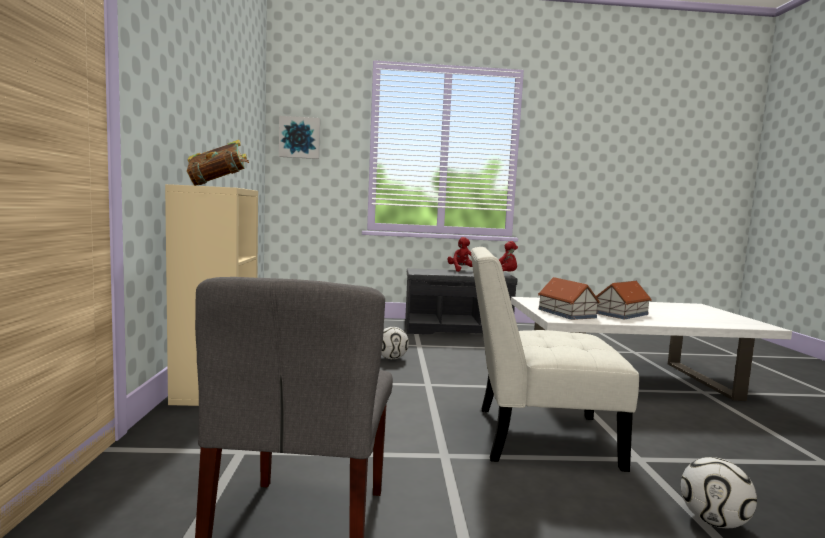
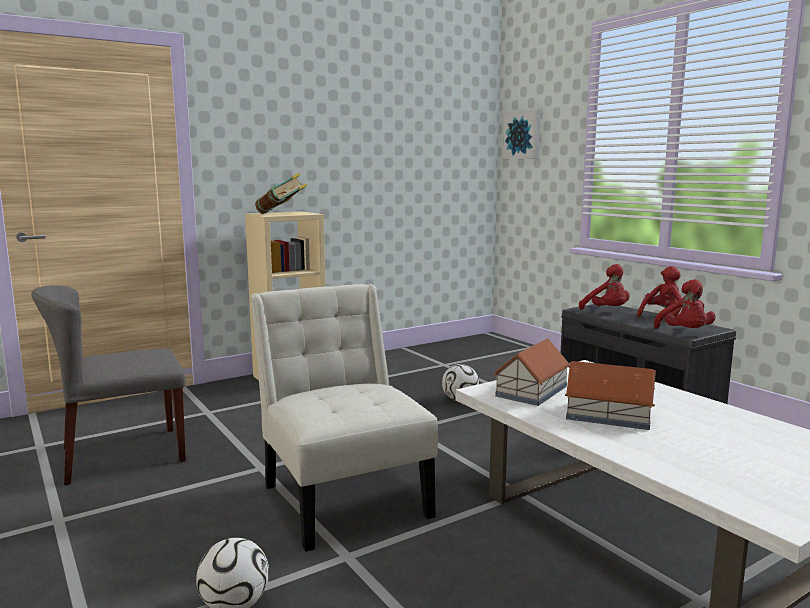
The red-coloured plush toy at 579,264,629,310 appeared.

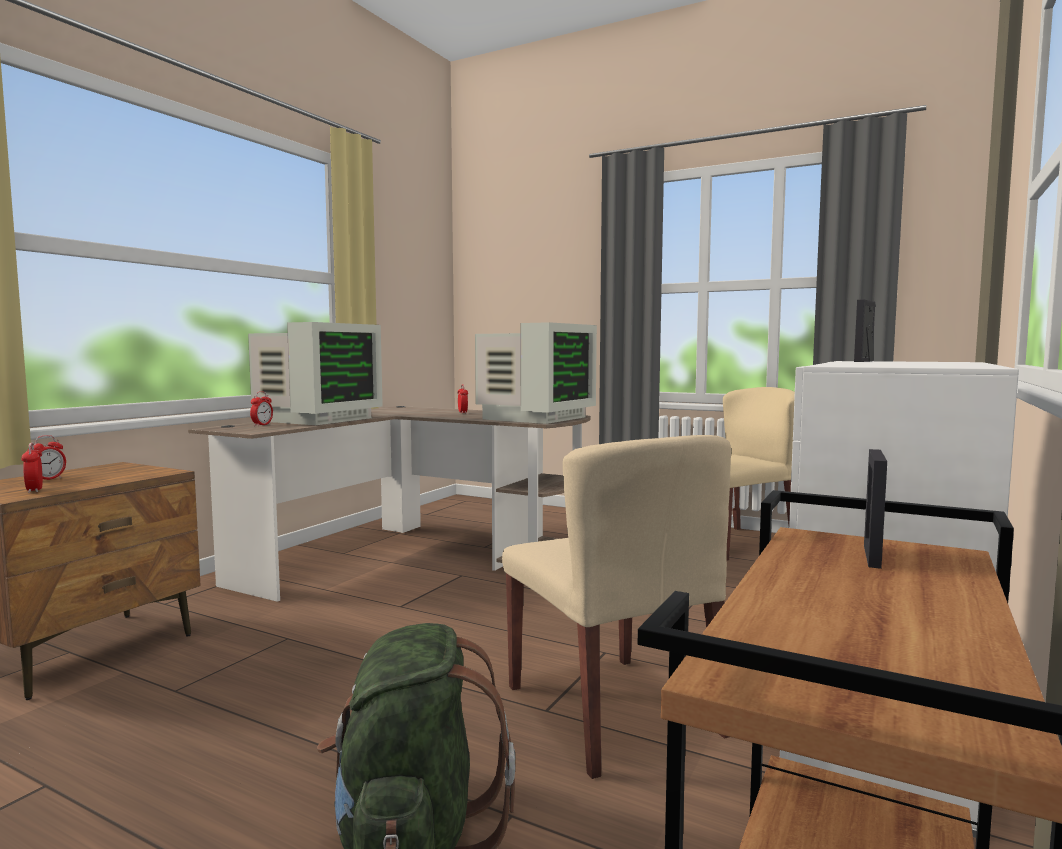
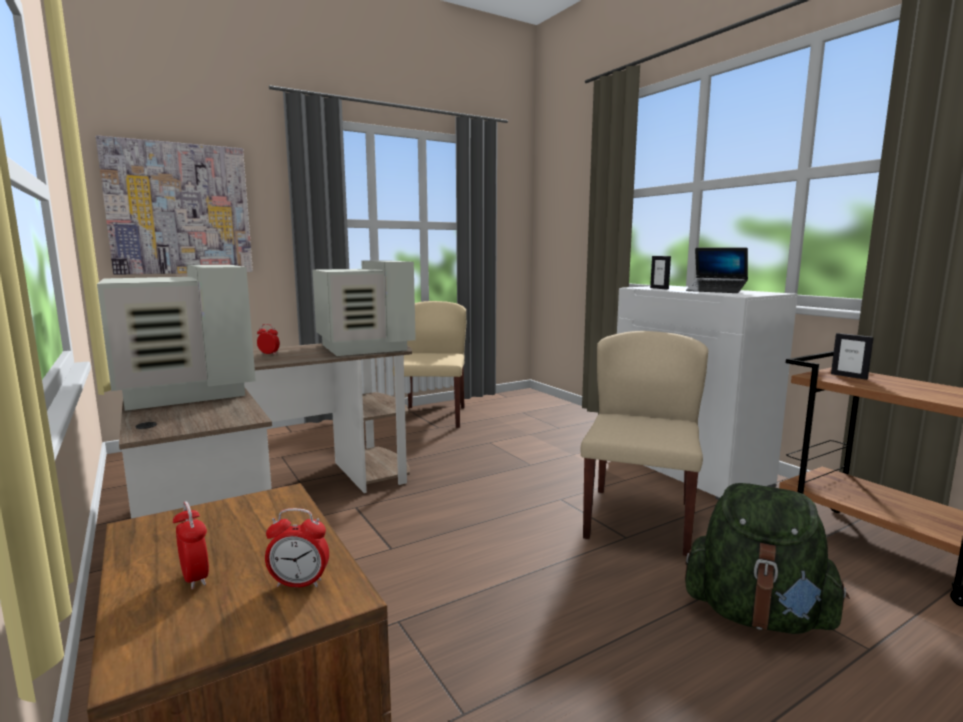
The alarm clock at 250,391,273,426 disappeared.
The sand-coloured upright chair at 502,435,731,779 turned 75 degrees counterclockwise.
The wall art at 96,135,253,275 appeared.
The portable computer at 686,247,748,293 appeared.

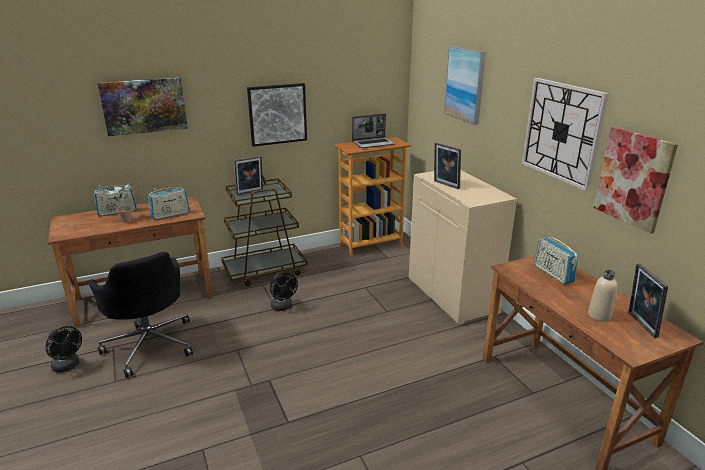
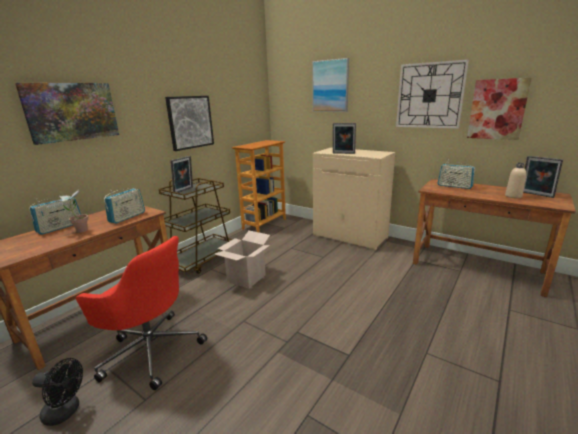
The portable computer at 352,114,396,148 disappeared.
The blackish office chair at 87,252,193,378 became the red-coloured office chair at 76,236,207,390.
The blackish fan at 270,273,298,311 was replaced by the cardboard box at 214,230,270,289.

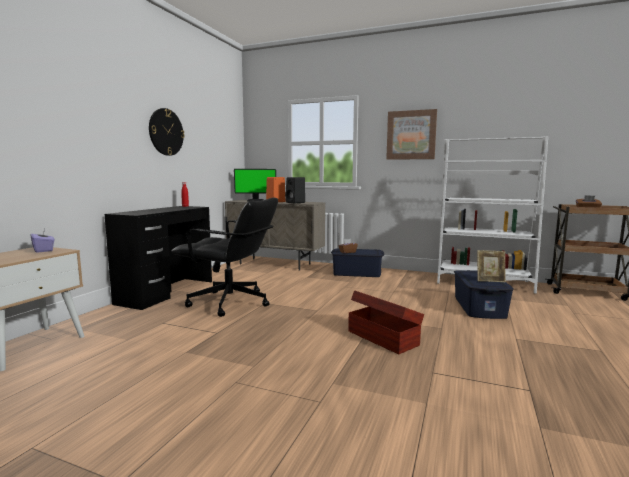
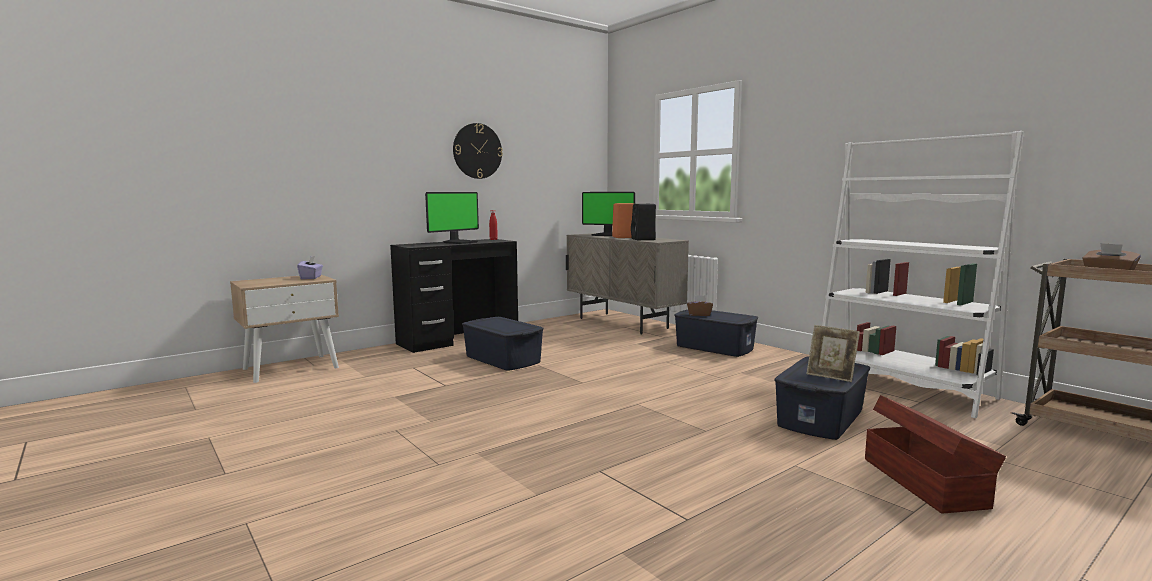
The wall art at 386,109,437,160 disappeared.
The blackish office chair at 171,198,278,317 was replaced by the blue-coloured storage bin at 462,317,544,371.
The brown storage bin moved from 348,290,424,354 to 865,395,1006,513.
The computer display at 425,192,479,244 appeared.

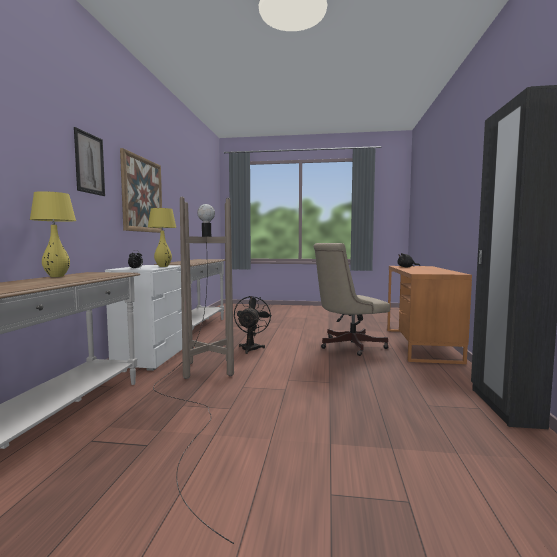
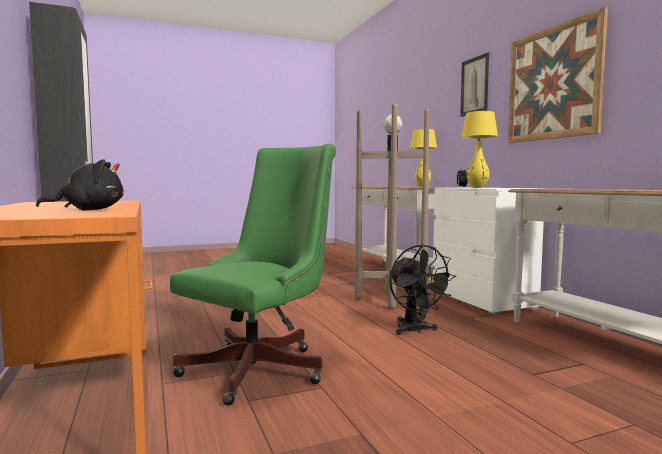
The sand-coloured office chair at 314,243,390,356 became the green office chair at 170,144,336,406.

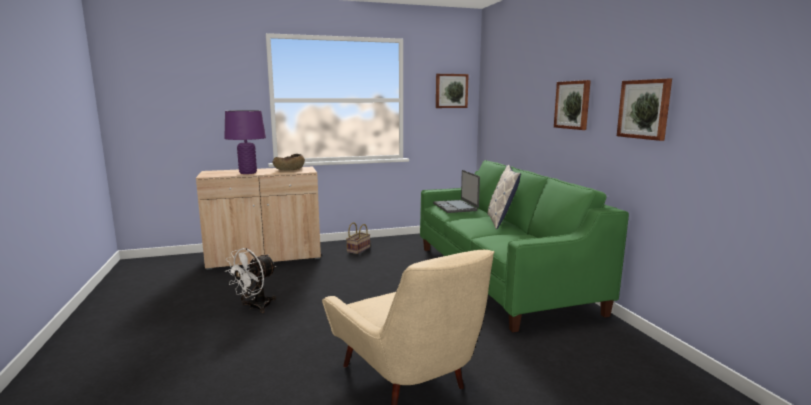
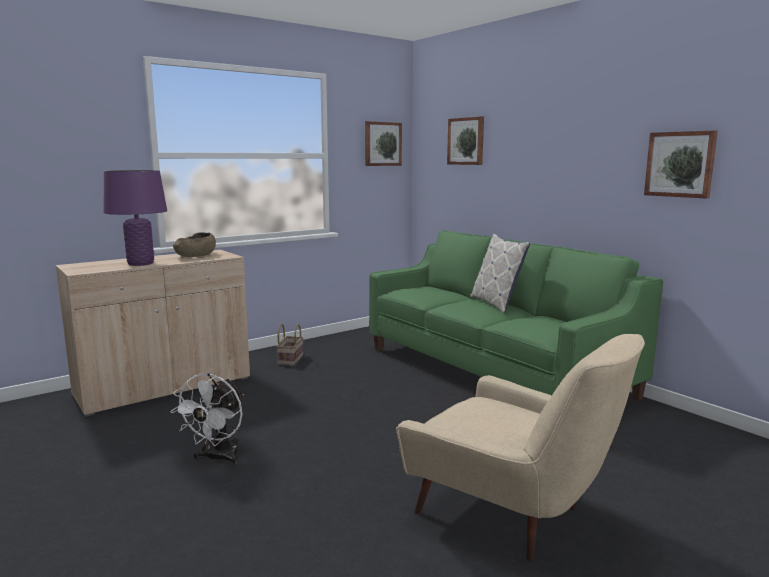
The wall art moved from 554,80,591,130 to 447,116,484,165.
The portable computer at 433,170,480,213 disappeared.

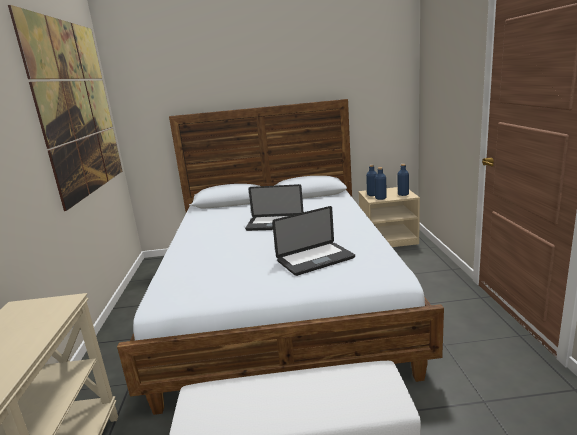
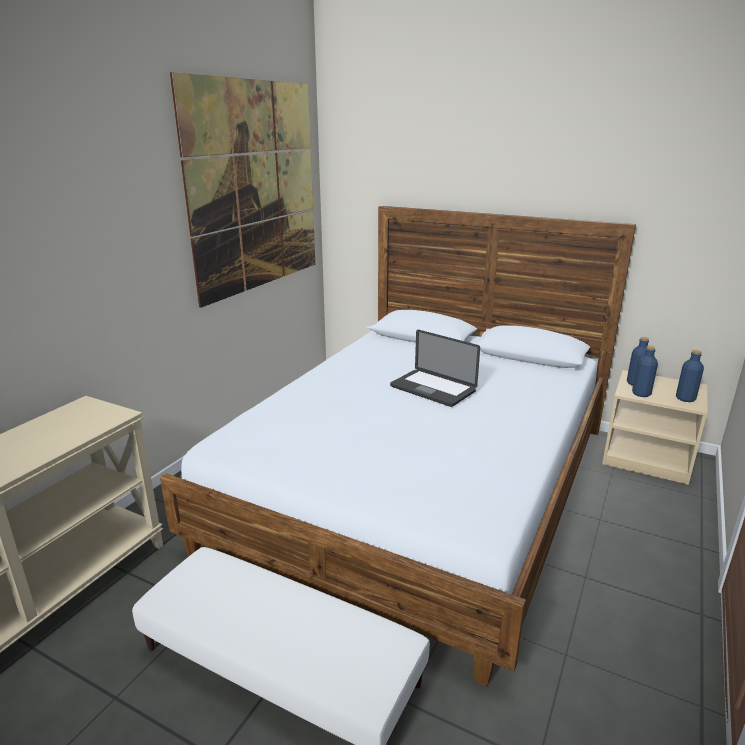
The portable computer at 272,206,355,276 disappeared.

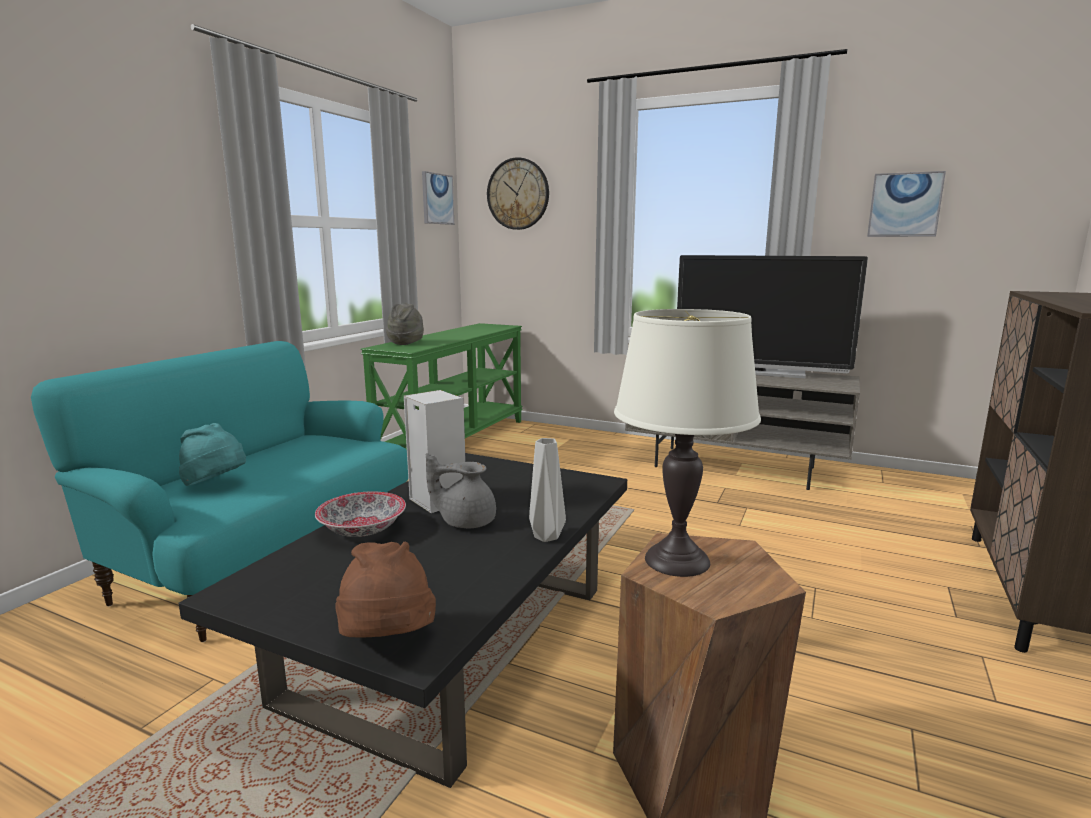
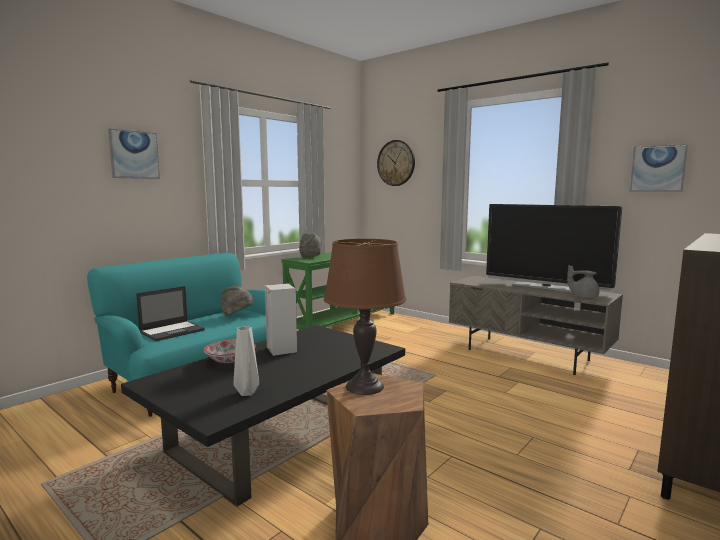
The wall art moved from 422,171,454,225 to 108,129,160,179.
The white-coloured tabletop lamp at 614,309,761,577 became the brown tabletop lamp at 324,239,406,395.
The blue-green clothing hat at 179,423,246,486 was replaced by the portable computer at 136,286,205,341.
The greyish decorative vase moved from 529,438,566,542 to 233,326,259,396.
The greyish tea pot moved from 426,453,496,528 to 567,265,599,299.
The brown clothing hat at 335,542,436,637 disappeared.
The greyish clothing hat at 221,285,254,316 appeared.

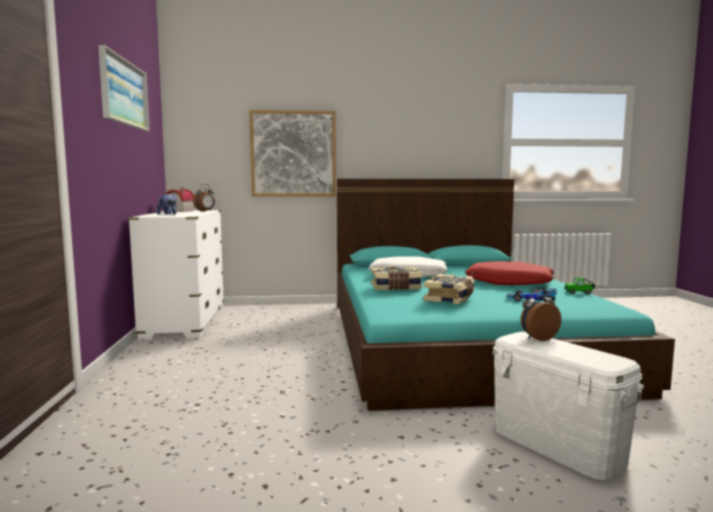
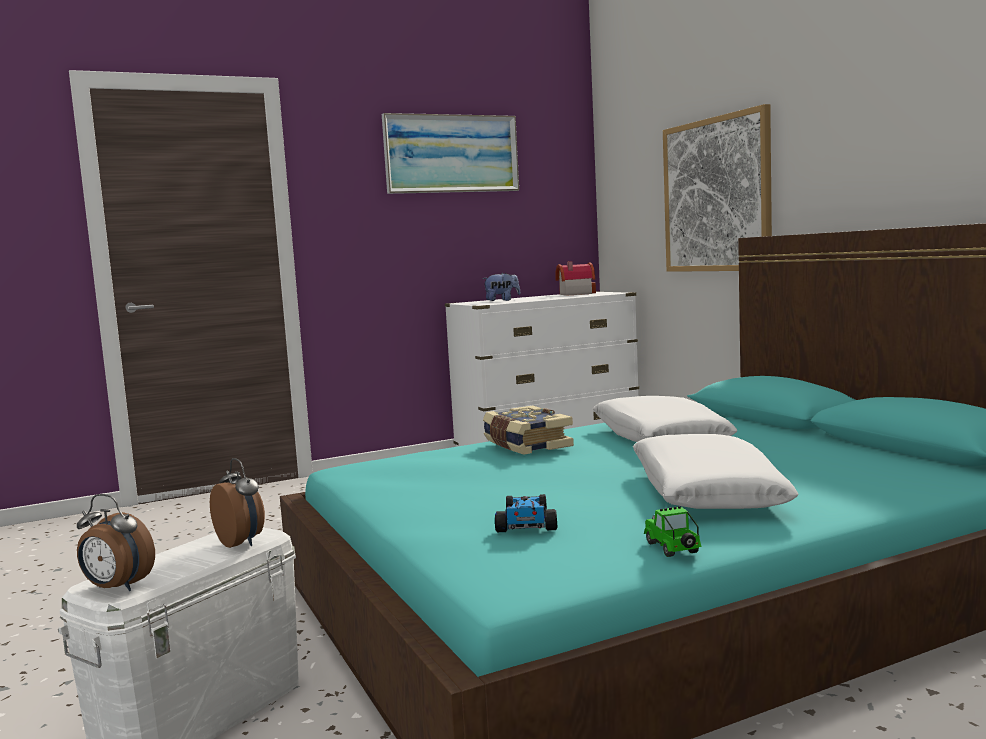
The alarm clock moved from 193,184,215,211 to 77,494,155,591.
The red-coloured cushion at 465,261,554,285 became the white-coloured cushion at 633,434,798,509.
The book at 423,274,475,304 disappeared.

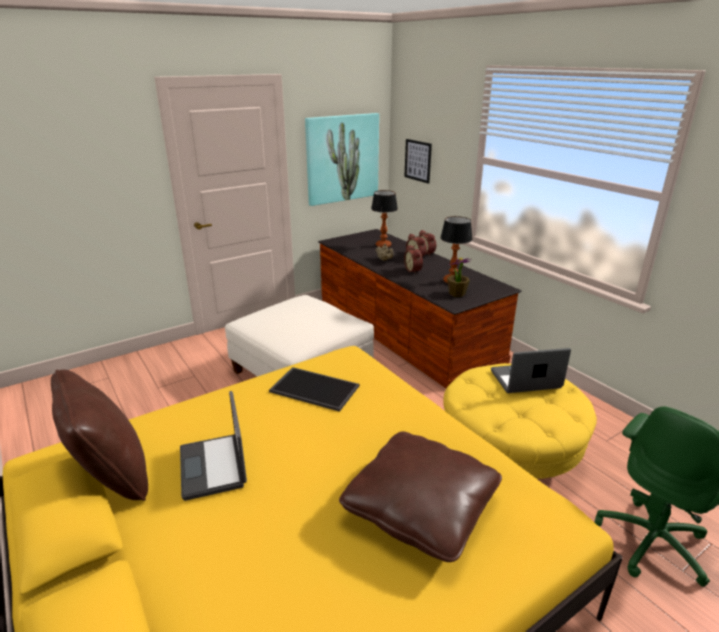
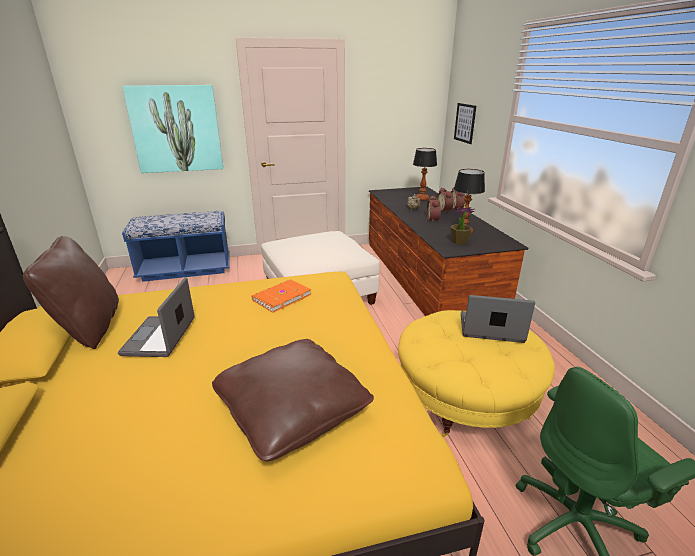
The wall art moved from 305,113,379,206 to 122,85,223,173.
The tray at 269,367,359,412 was replaced by the orange-coloured book at 252,279,311,313.
The blue-coloured indoor bench at 122,211,230,282 appeared.

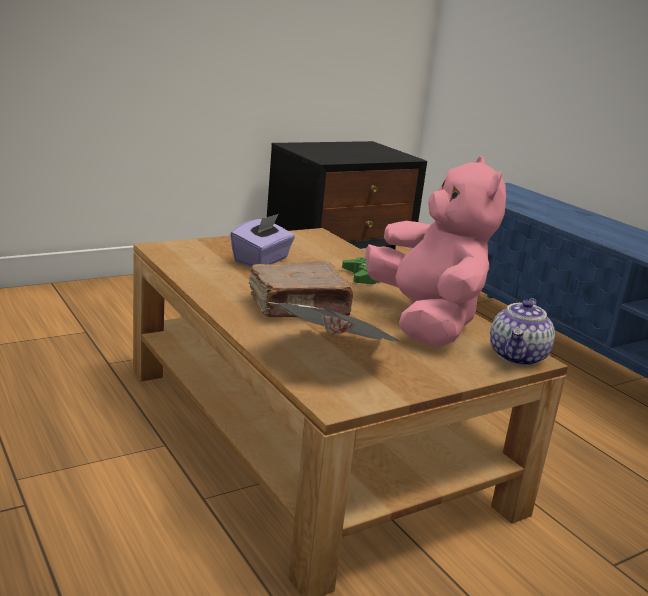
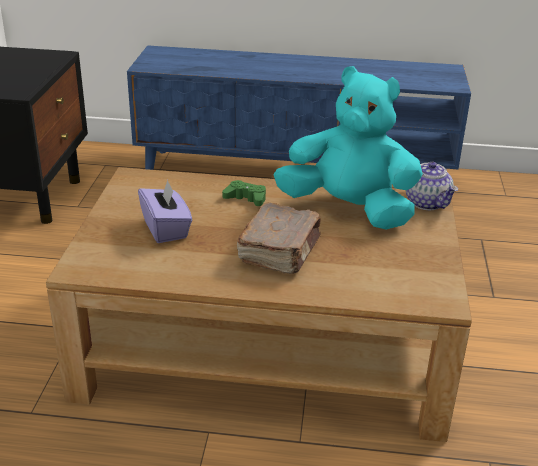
The pink-coloured plush toy at 365,157,506,347 became the blue-green plush toy at 273,66,423,230.
The daily paper at 268,302,399,342 disappeared.

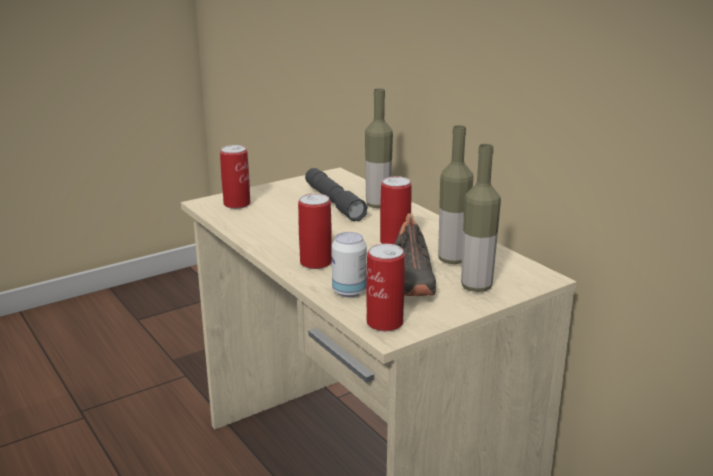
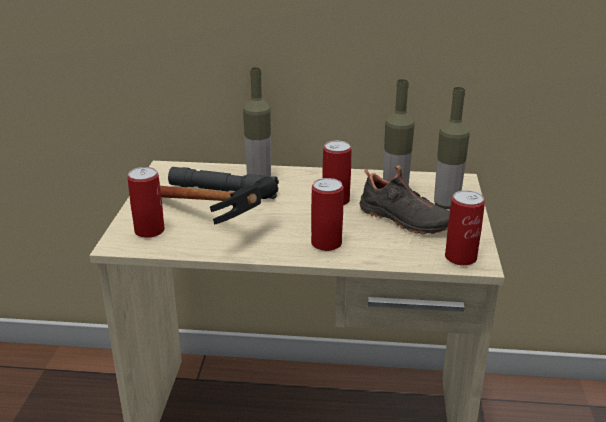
The metal can at 332,232,367,297 disappeared.
The hand hammer at 160,177,277,224 appeared.

